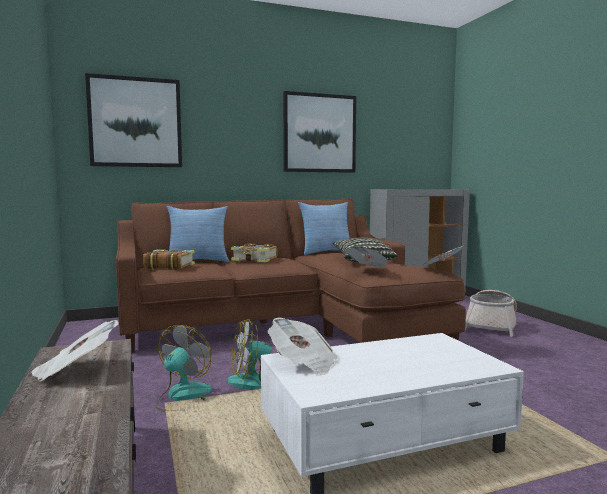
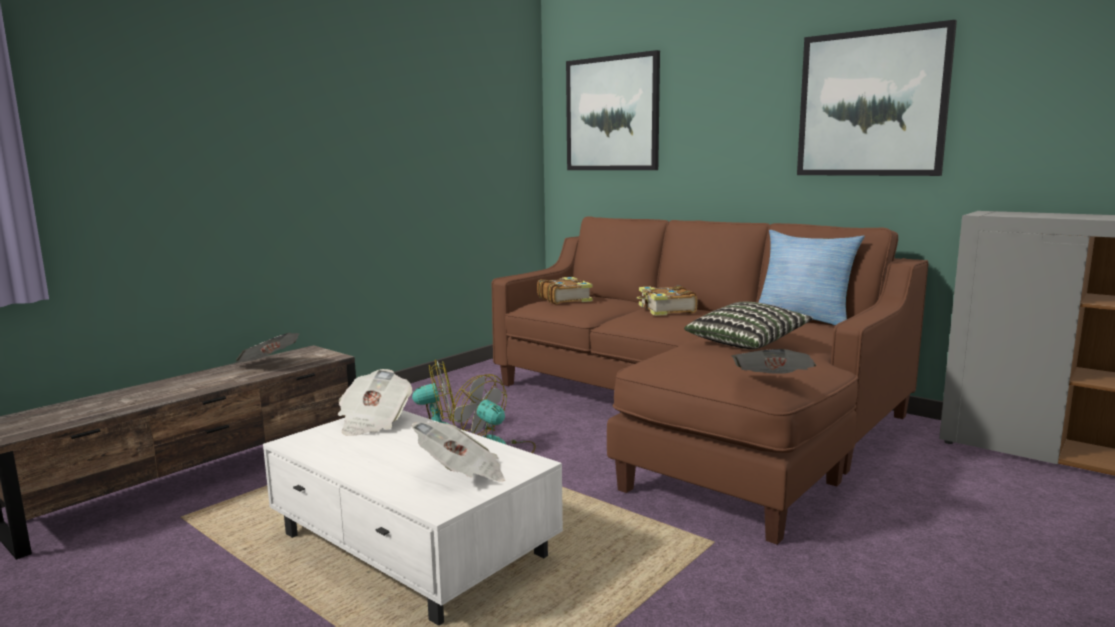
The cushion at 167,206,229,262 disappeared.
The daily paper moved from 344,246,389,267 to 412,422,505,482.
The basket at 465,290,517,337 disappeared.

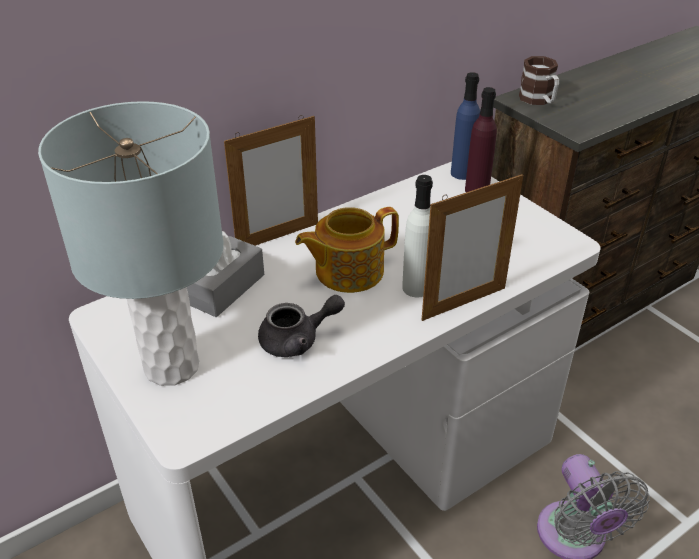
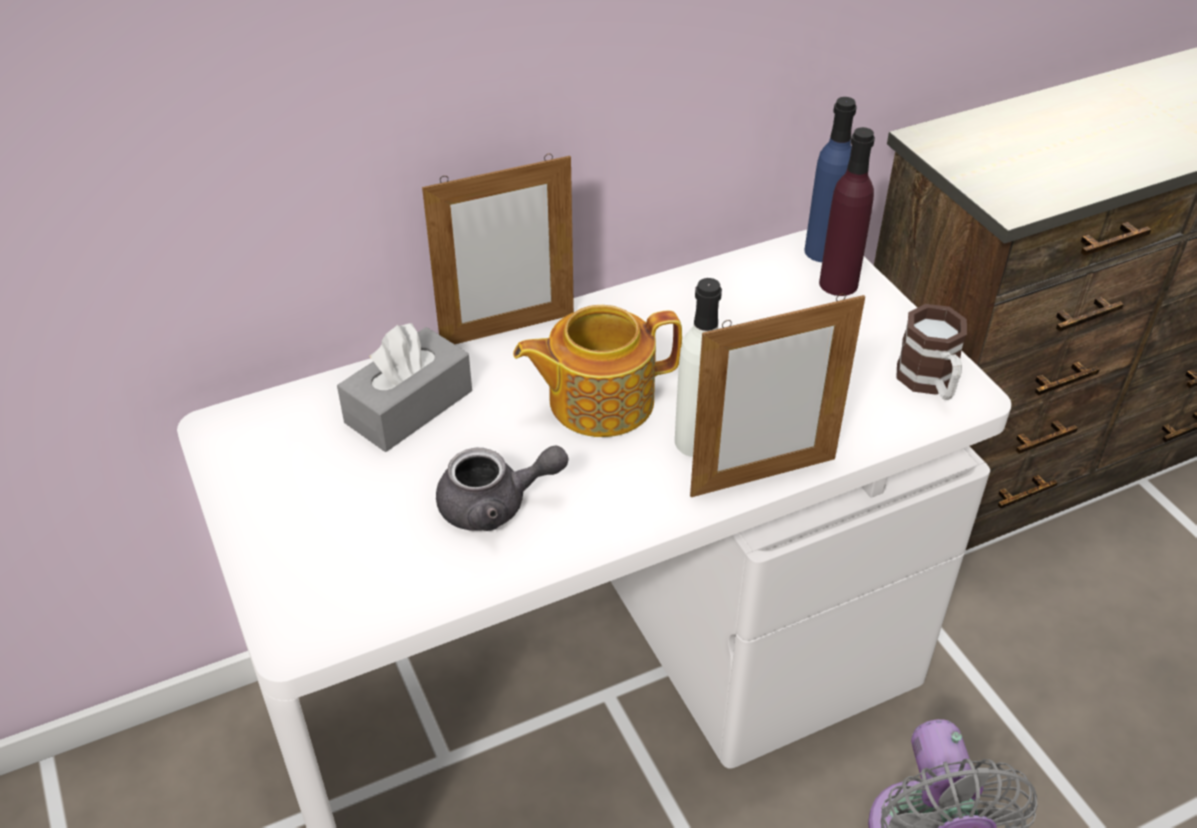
The tea mug moved from 519,56,559,105 to 896,304,967,400.
The greyish tabletop lamp at 38,101,224,386 disappeared.

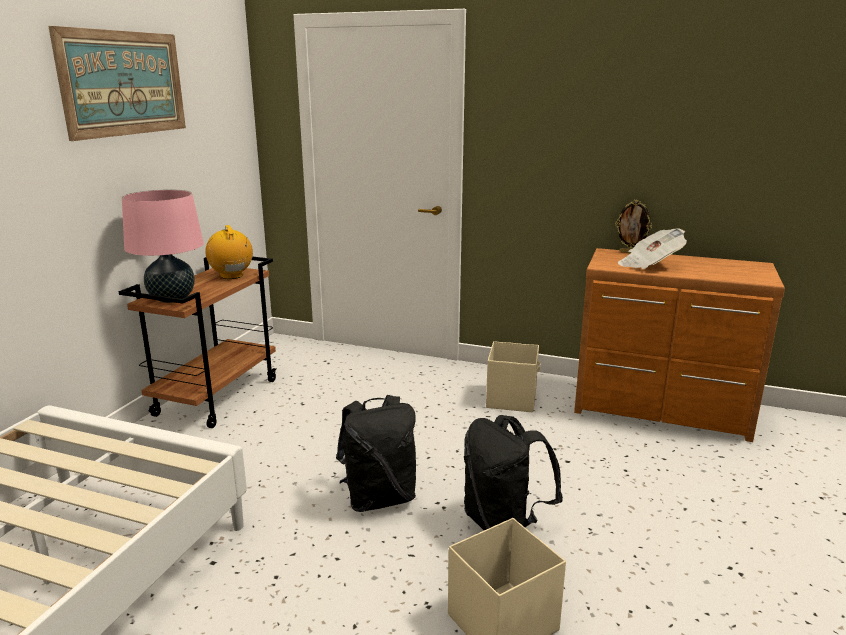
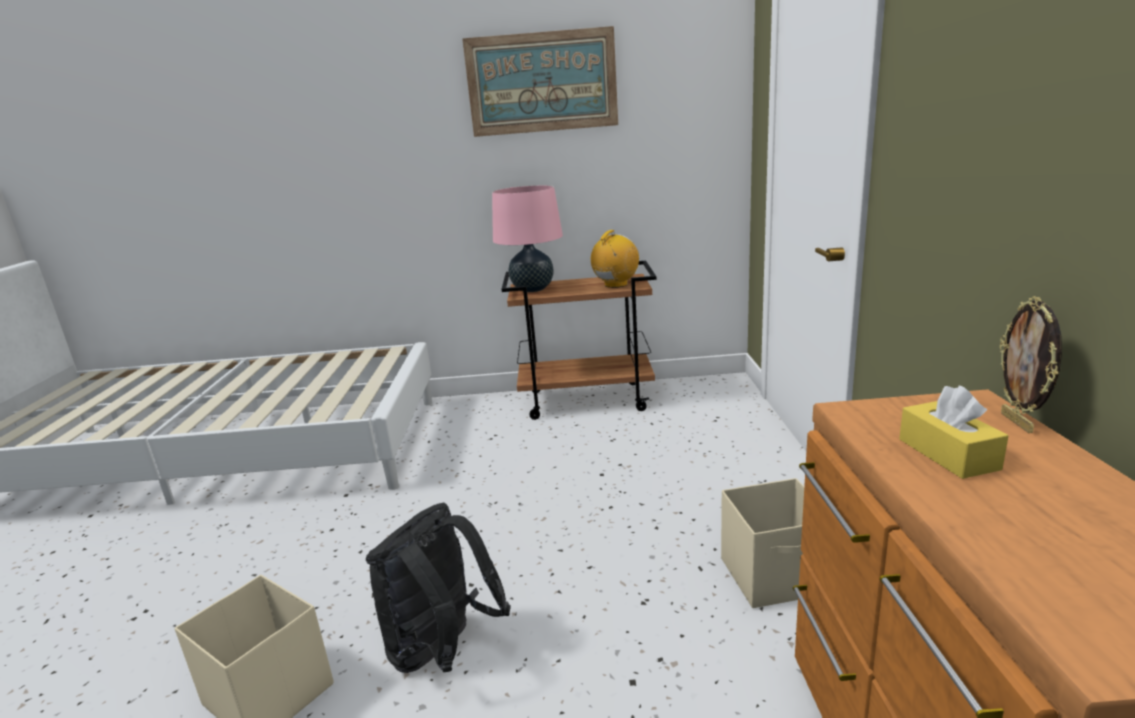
The daily paper at 618,229,687,269 was replaced by the yellow tissue box at 899,386,1008,479.
The blackish rucksack at 336,395,416,512 disappeared.

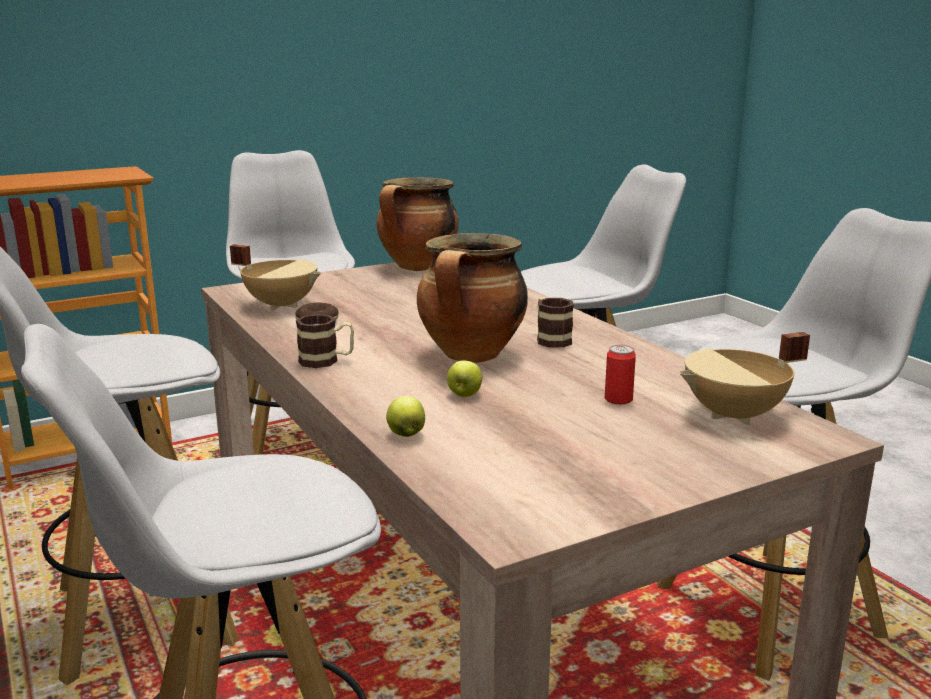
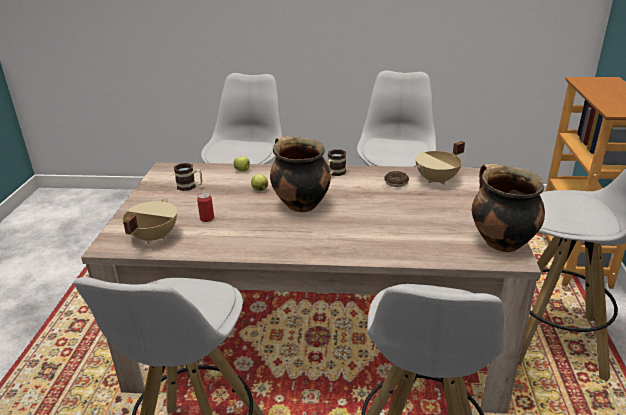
The tea mug moved from 537,298,574,348 to 174,163,202,191.

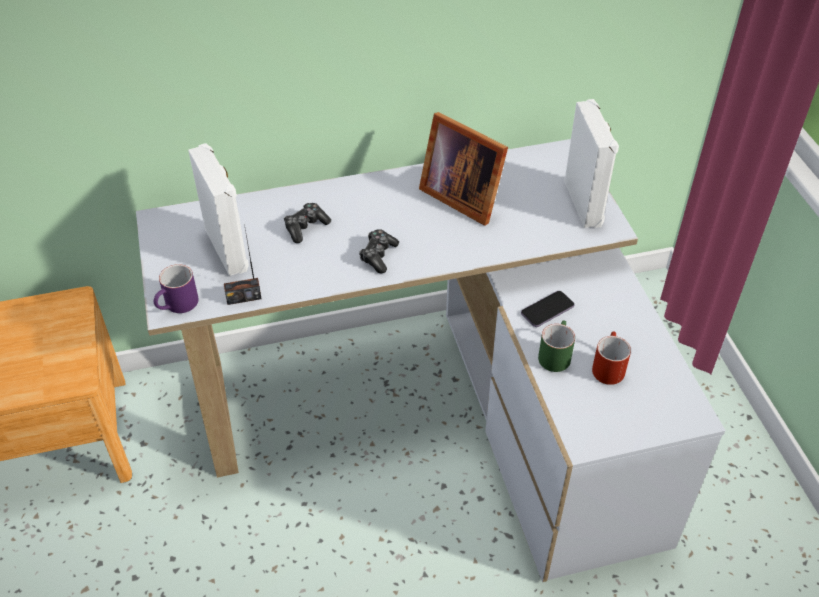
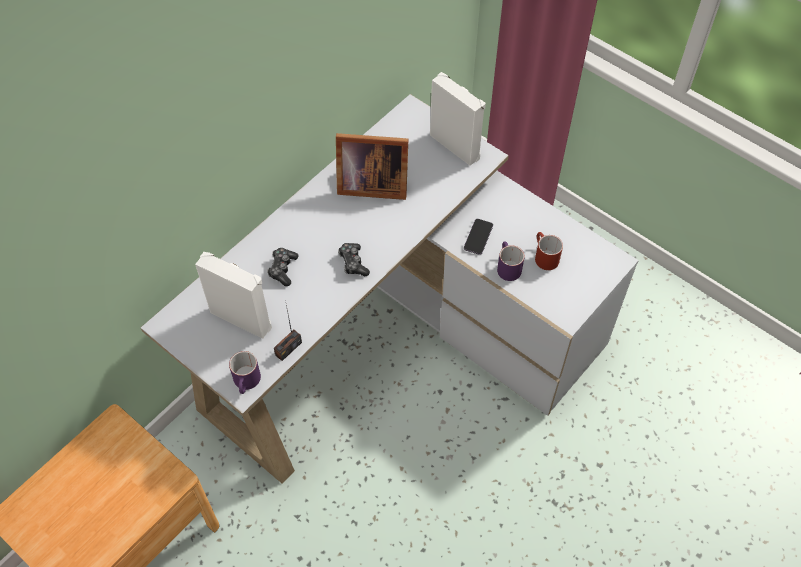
The green tea mug at 538,320,575,372 became the purple-coloured tea mug at 497,242,525,281.

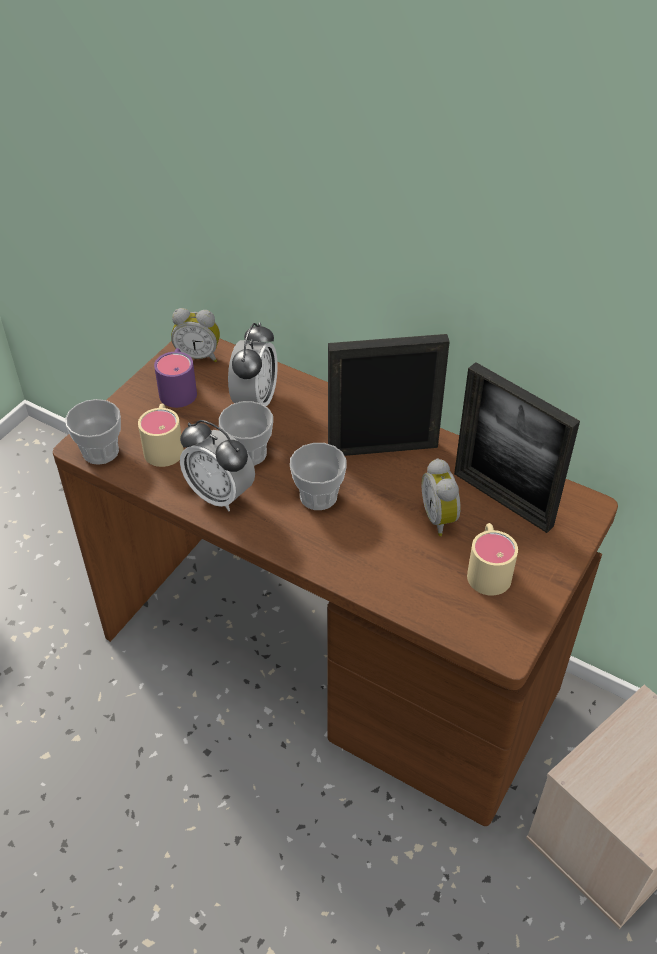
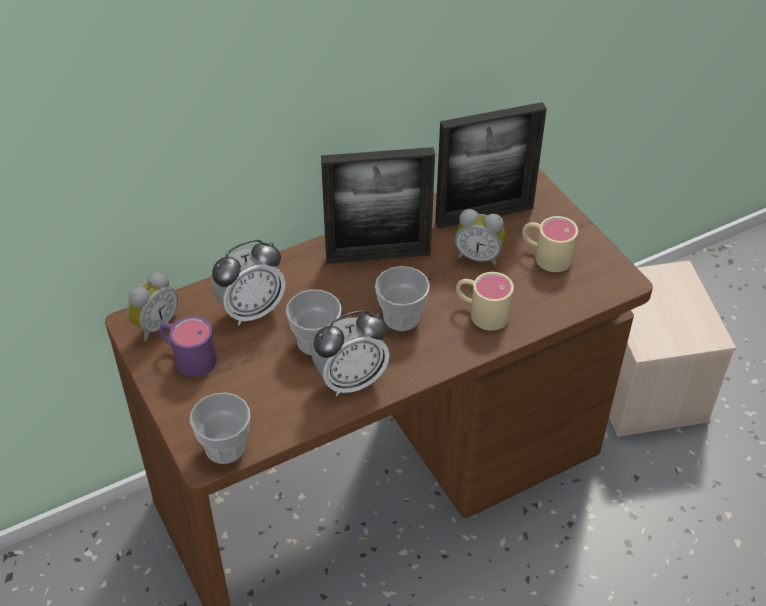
The alarm clock at 228,323,278,406 turned 105 degrees clockwise.
The standing frame at 328,334,450,456 turned 120 degrees counterclockwise.
The sand-coloured tea mug moved from 138,403,184,467 to 456,272,514,331.

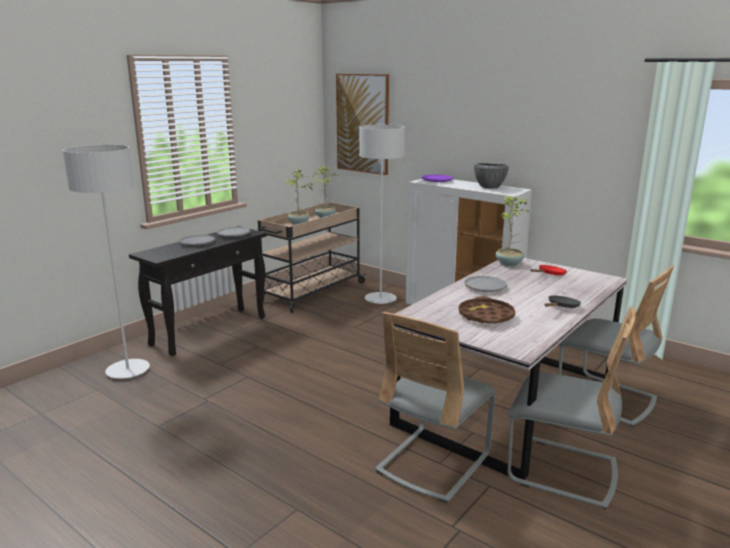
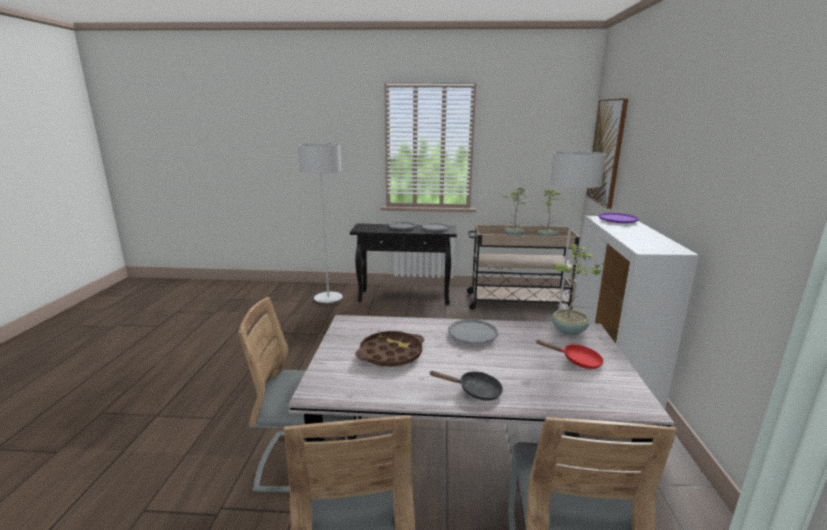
The serving bowl at 474,163,509,188 disappeared.

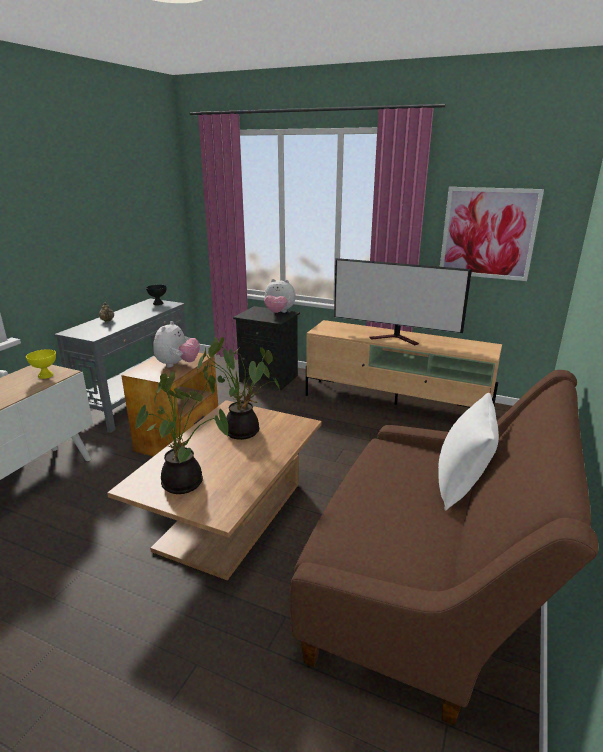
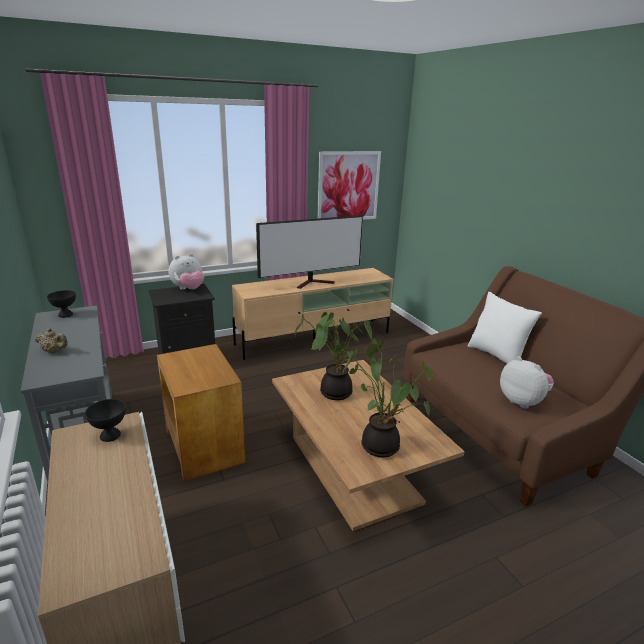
The plush toy moved from 153,321,200,368 to 500,356,554,409.
The yellow serving bowl at 26,349,56,379 became the blackish serving bowl at 85,399,126,442.

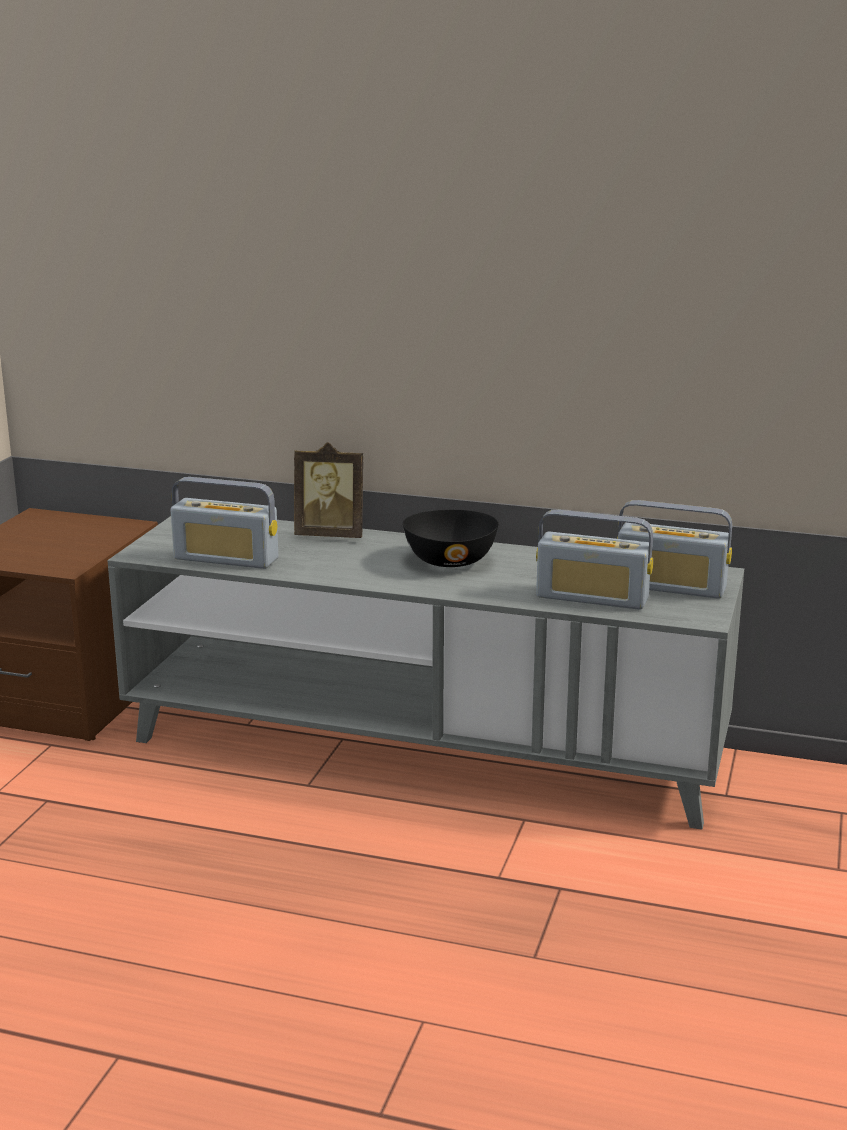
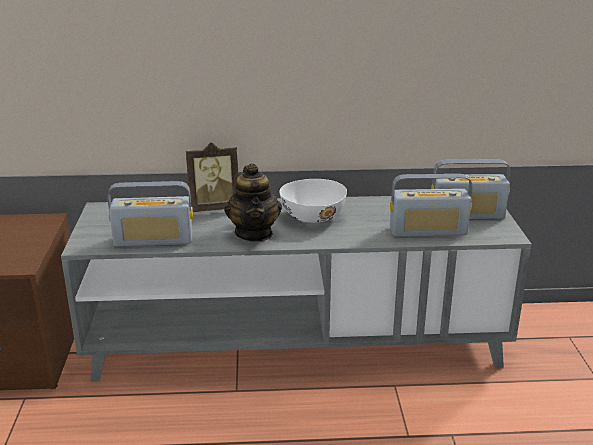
The blackish serving bowl at 403,510,498,567 became the white-coloured serving bowl at 279,179,347,223.
The tea pot at 224,163,282,242 appeared.

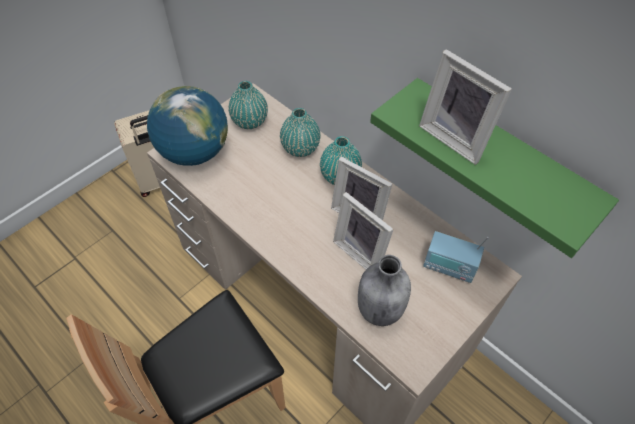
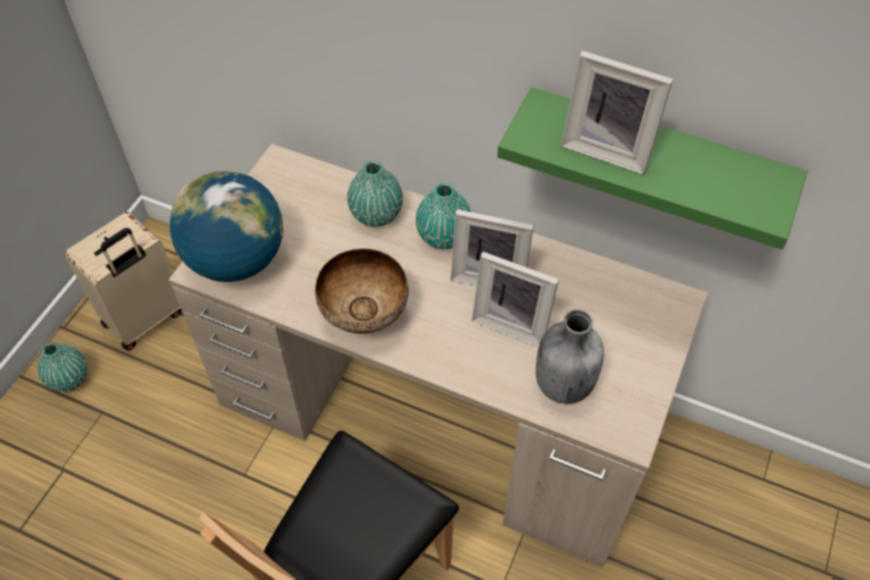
The blue-green decorative vase moved from 228,81,268,129 to 37,342,88,392.
The radio receiver at 423,231,489,283 disappeared.
The serving bowl at 315,248,409,334 appeared.

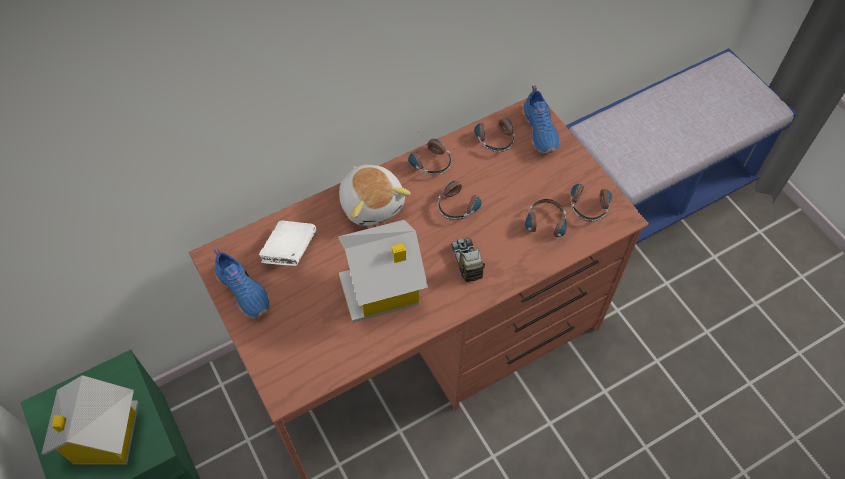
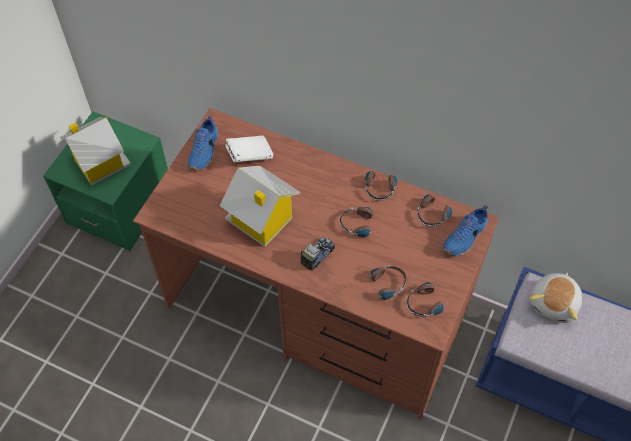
The plush toy moved from 339,165,411,226 to 529,273,582,323.

